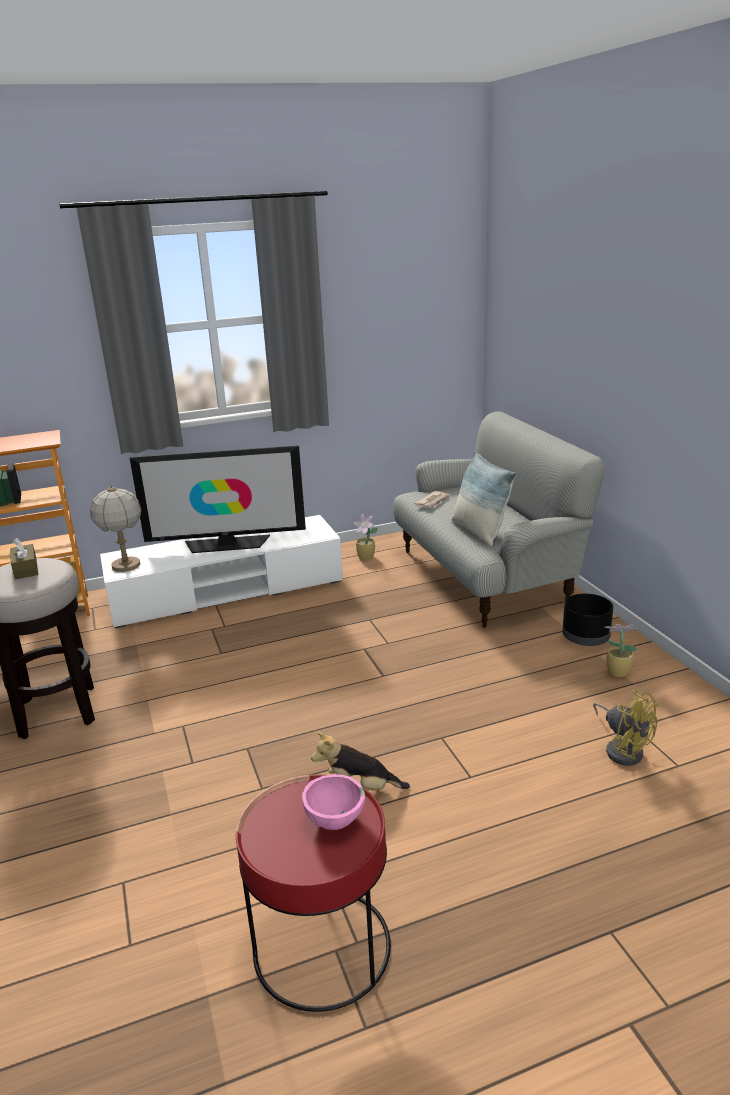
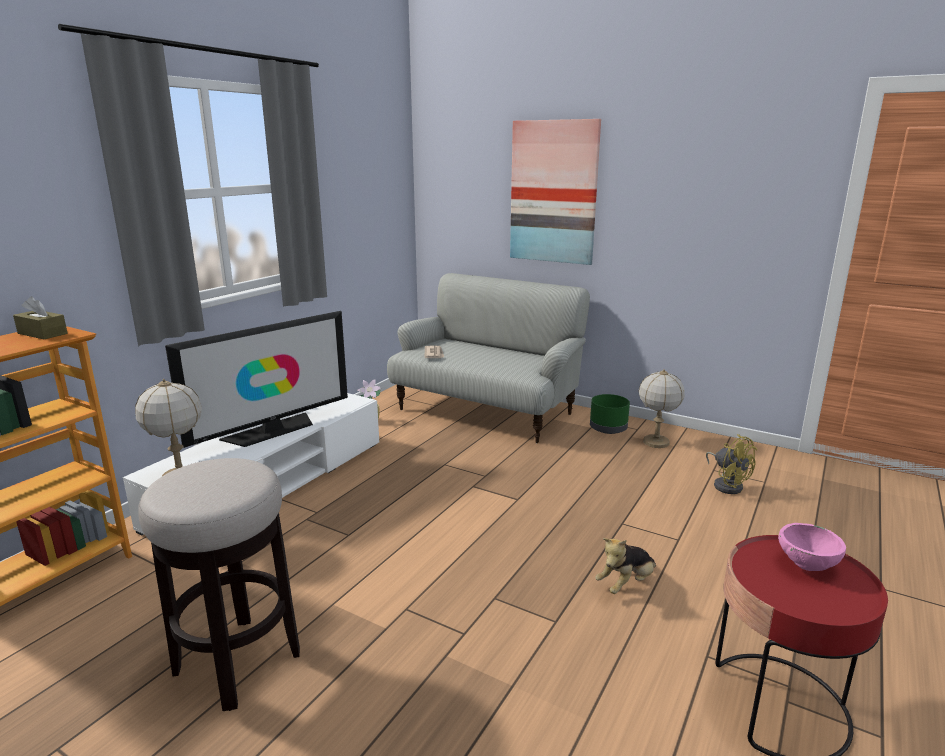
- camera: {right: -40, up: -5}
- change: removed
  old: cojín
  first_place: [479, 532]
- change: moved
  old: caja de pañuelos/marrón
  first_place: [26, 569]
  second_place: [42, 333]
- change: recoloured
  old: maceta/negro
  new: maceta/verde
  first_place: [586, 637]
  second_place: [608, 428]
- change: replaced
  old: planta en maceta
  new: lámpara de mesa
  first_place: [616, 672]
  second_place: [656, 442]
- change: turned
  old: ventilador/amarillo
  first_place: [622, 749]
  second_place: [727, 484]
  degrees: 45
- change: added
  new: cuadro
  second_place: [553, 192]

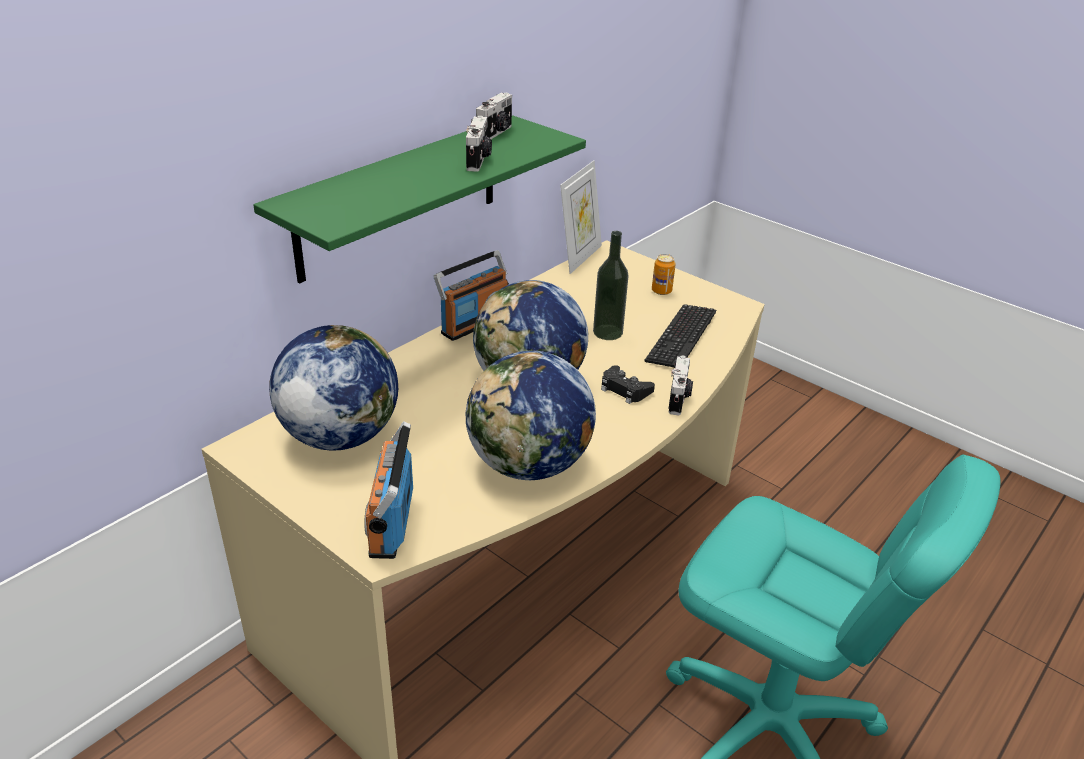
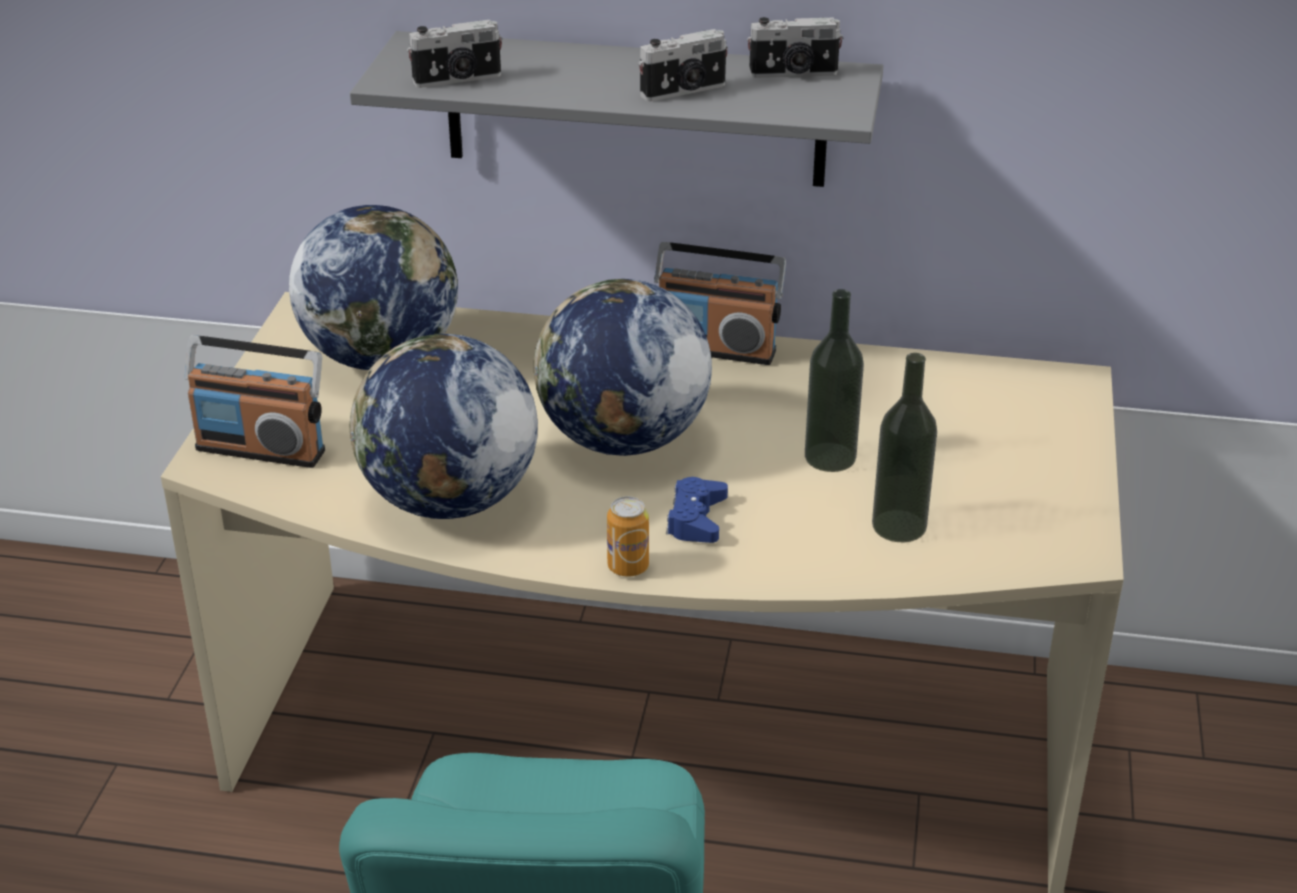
- camera: {right: 60, up: 0}
- change: recoloured
  old: estante/verde
  new: estante/gris
  first_place: [400, 197]
  second_place: [635, 109]
- change: removed
  old: portarretratos
  first_place: [579, 257]
- change: moved
  old: lata
  first_place: [661, 291]
  second_place: [628, 567]
- change: replaced
  old: teclado
  new: botella
  first_place: [681, 338]
  second_place: [899, 526]
- change: moved
  old: cámara
  first_place: [679, 398]
  second_place: [458, 80]
- change: recoloured
  old: mando de consola/negro
  new: mando de consola/azul
  first_place: [624, 389]
  second_place: [696, 519]
- change: turned
  old: radio
  first_place: [391, 523]
  second_place: [261, 449]
  degrees: -135

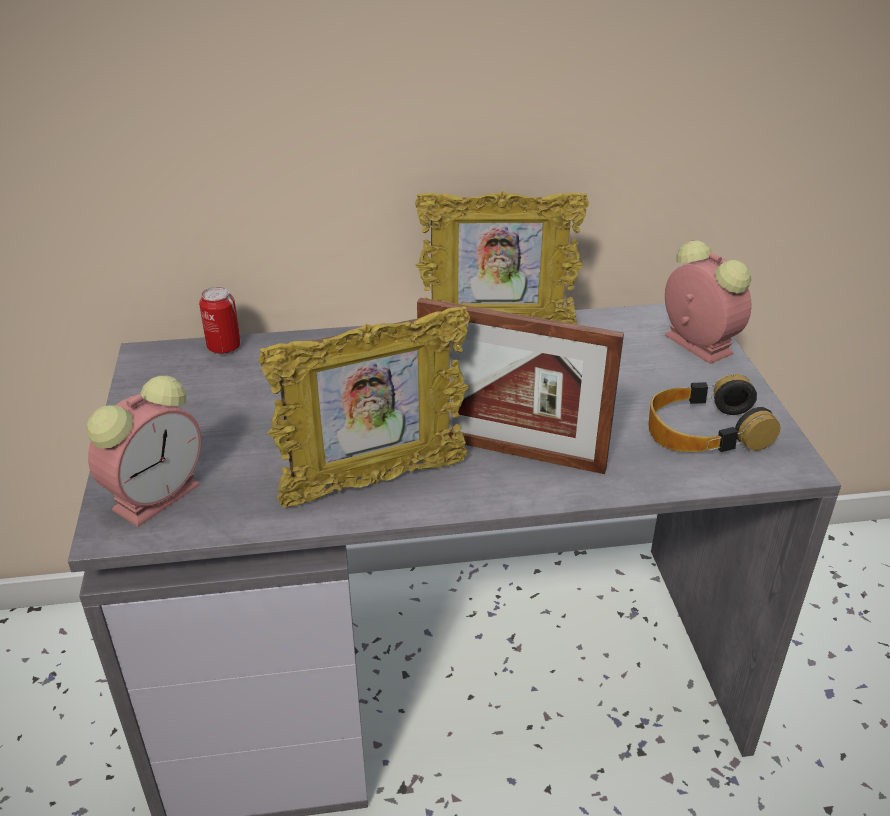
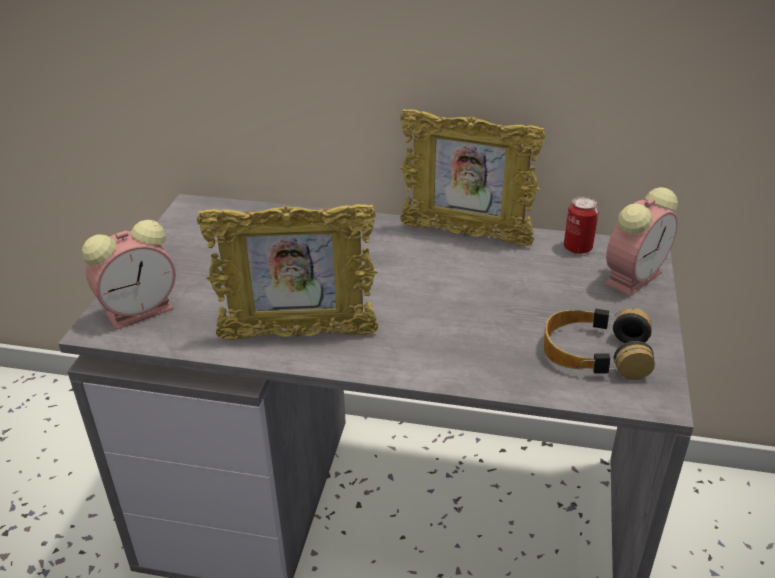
- camera: {right: 20, up: 0}
- change: turned
  old: despertador
  first_place: [695, 343]
  second_place: [634, 276]
  degrees: 60
- change: moved
  old: lata
  first_place: [224, 347]
  second_place: [577, 248]
- change: removed
  old: portarretratos
  first_place: [510, 451]

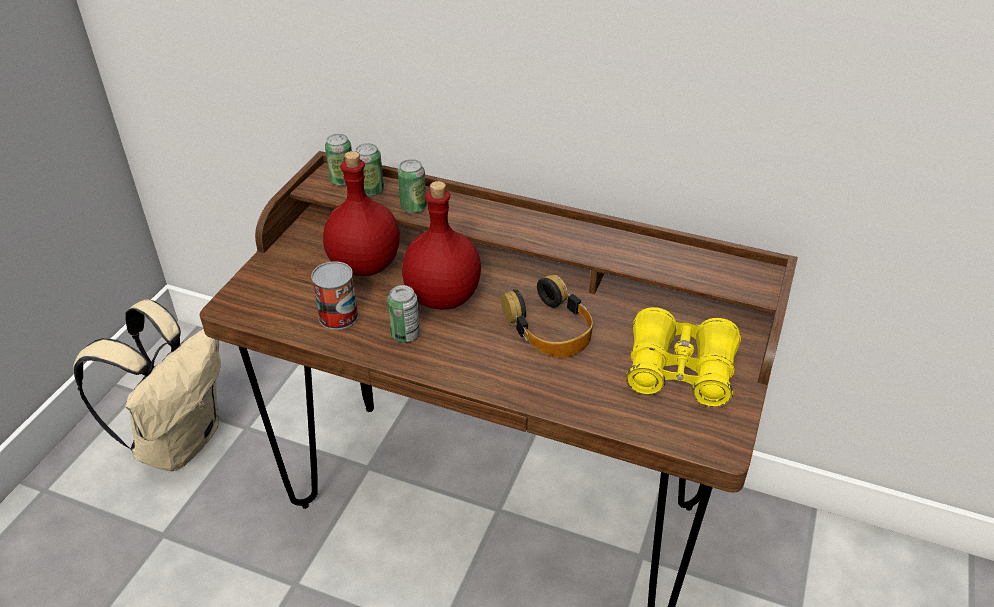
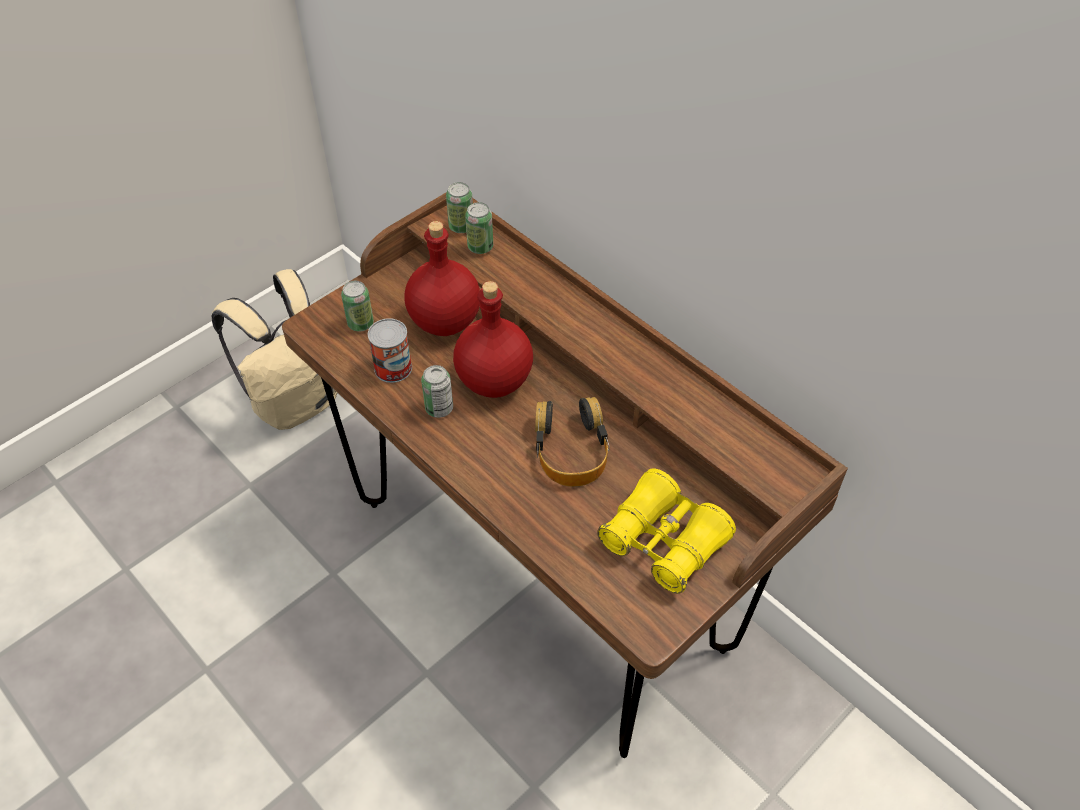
- camera: {right: 25, up: 10}
- change: moved
  old: lata
  first_place: [413, 207]
  second_place: [360, 323]

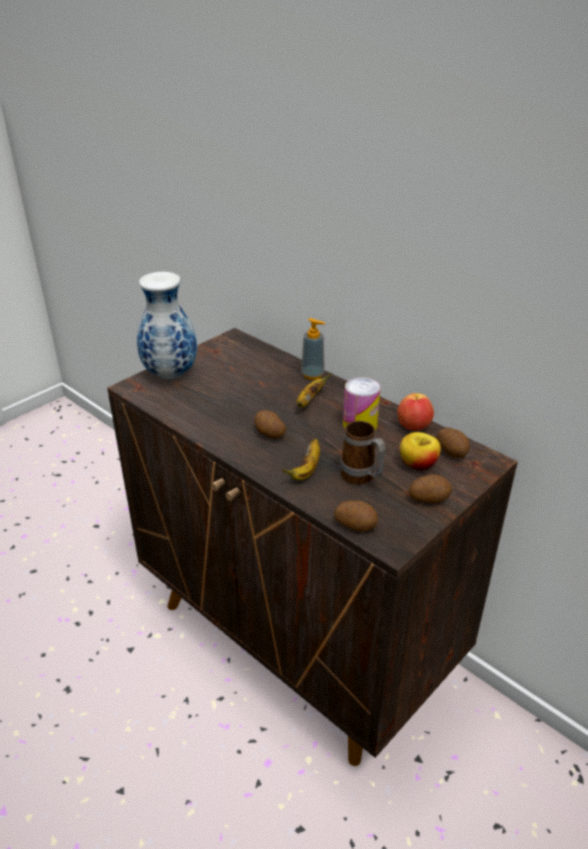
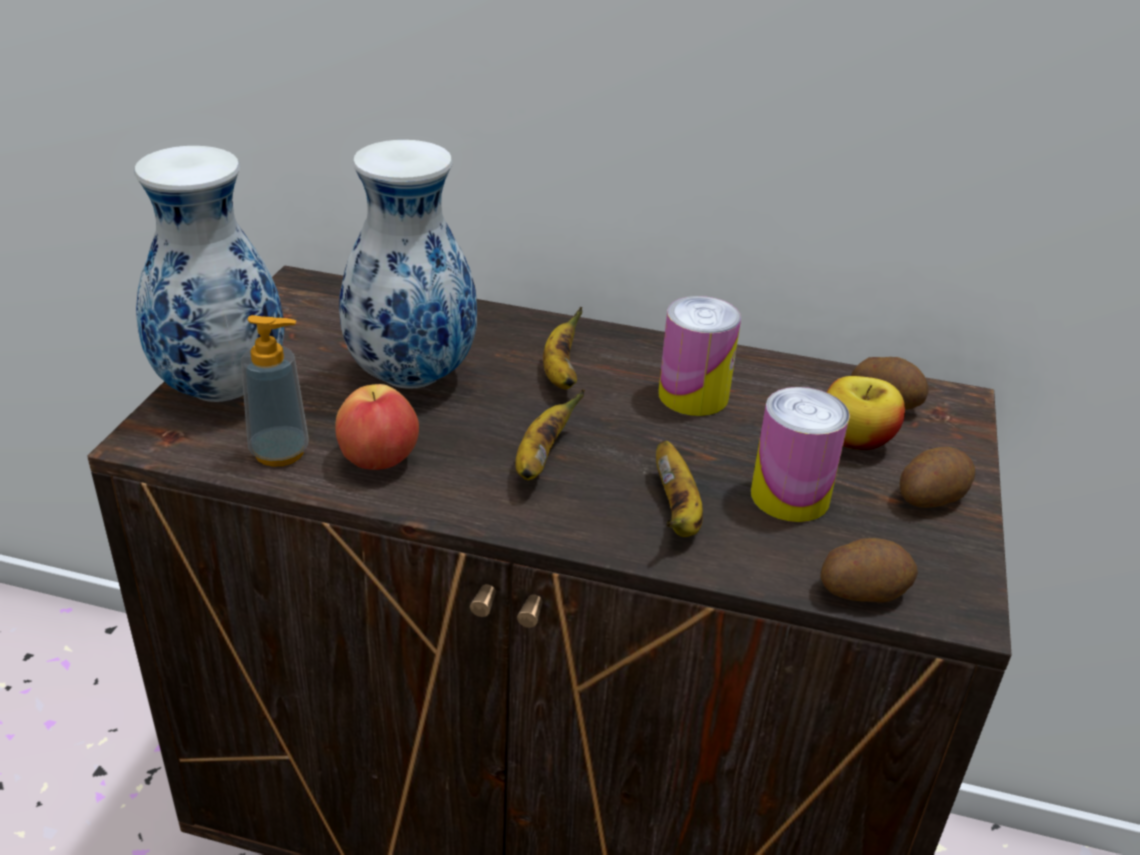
- camera: {right: -30, up: 0}
- change: moved
  old: dispensador de jabón
  first_place: [312, 375]
  second_place: [280, 452]
- change: moved
  old: manzana
  first_place: [413, 426]
  second_place: [379, 460]
- change: replaced
  old: patata
  new: plátano
  first_place: [269, 433]
  second_place: [540, 459]
- change: replaced
  old: taza grande
  new: lata
  first_place: [362, 478]
  second_place: [790, 496]
- change: added
  new: florero
  second_place: [412, 378]

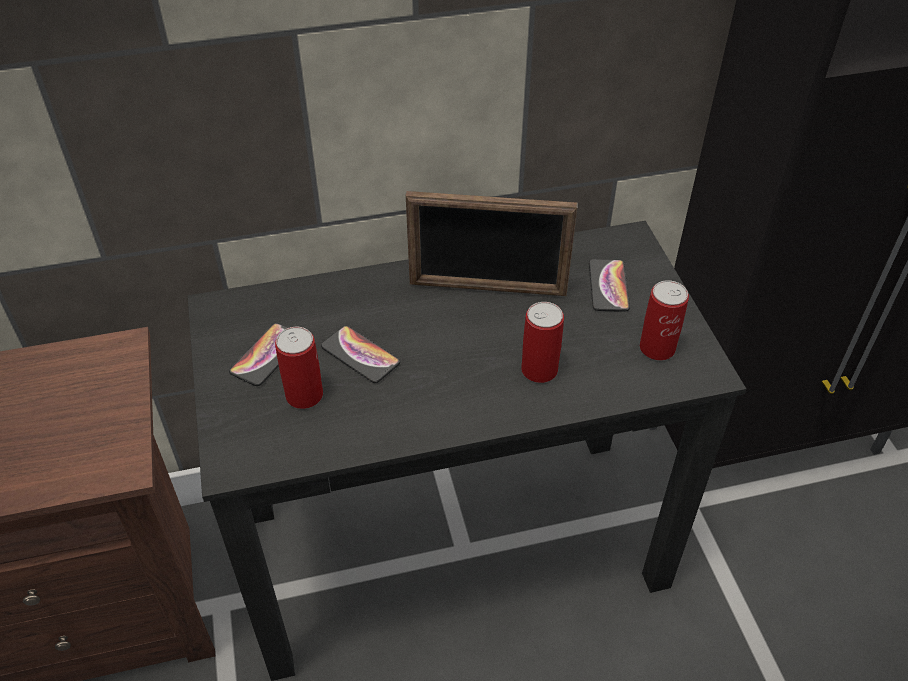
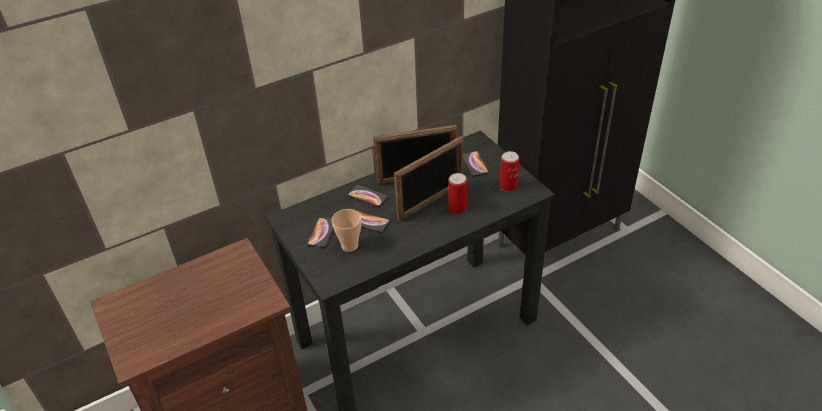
- camera: {right: -15, up: -5}
- change: replaced
  old: lata
  new: taza
  first_place: [304, 395]
  second_place: [349, 246]
- change: added
  new: portarretratos
  second_place: [431, 202]
- change: added
  new: móvil
  second_place: [368, 196]

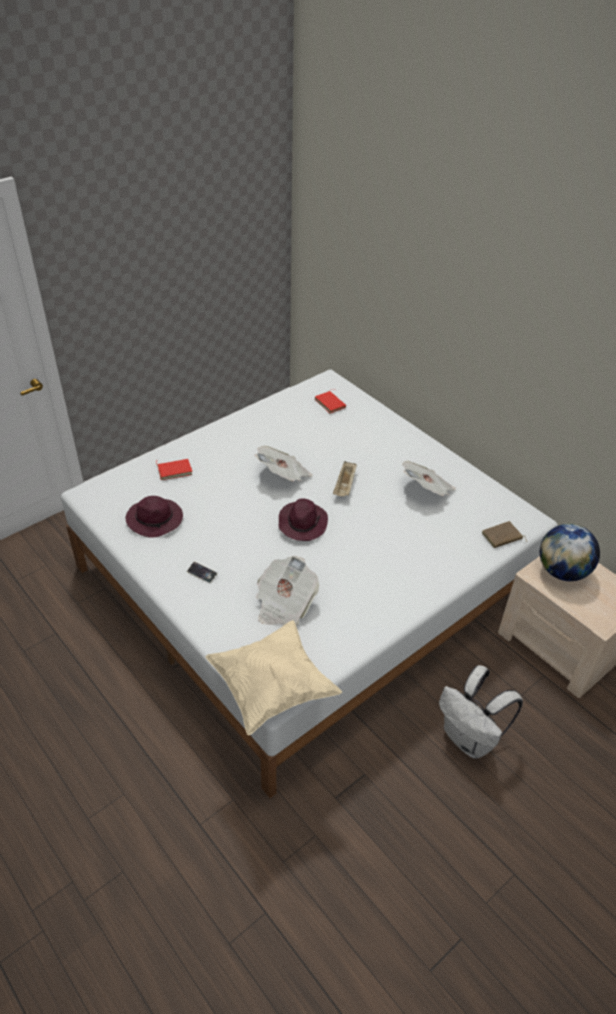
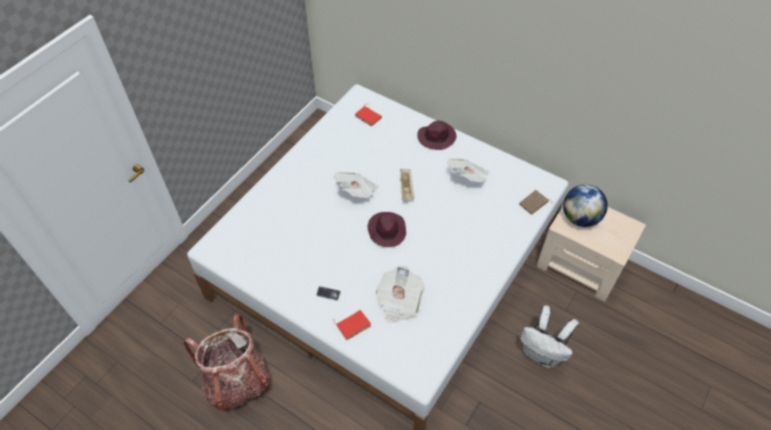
- camera: {right: -15, up: 10}
- change: moved
  old: libro/rojo
  first_place: [174, 470]
  second_place: [353, 324]
- change: moved
  old: sombrero/morado
  first_place: [156, 520]
  second_place: [437, 137]
- change: removed
  old: cojín/beis
  first_place: [272, 688]
- change: added
  new: mochila
  second_place: [237, 382]

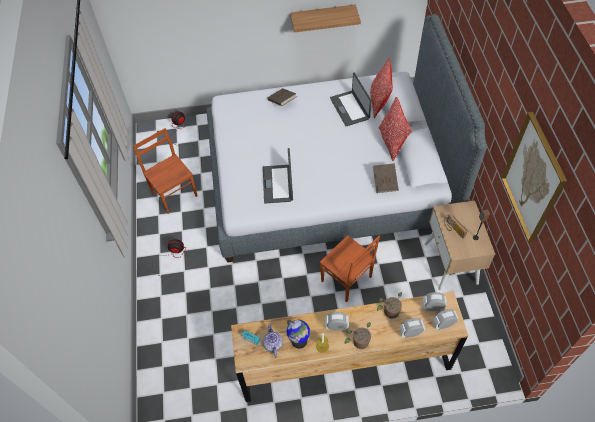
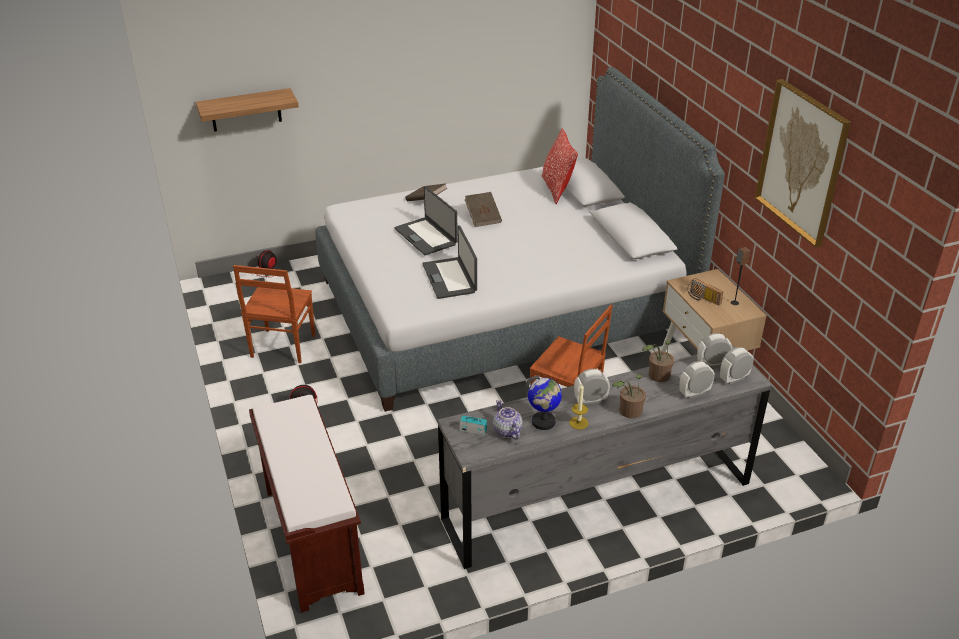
- camera: {right: -15, up: -20}
- change: moved
  old: estante
  first_place: [322, 18]
  second_place: [245, 110]
- change: moved
  old: portátil
  first_place: [350, 108]
  second_place: [426, 236]
- change: removed
  old: cojín
  first_place: [392, 142]
- change: turned
  old: silla/marrón
  first_place: [175, 194]
  second_place: [282, 347]
  degrees: -120
- change: moved
  old: libro/marrón
  first_place: [385, 182]
  second_place: [483, 217]
- change: recoloured
  old: cómoda/marrón
  new: cómoda/gris
  first_place: [345, 364]
  second_place: [597, 500]
- change: added
  new: banco/marrón
  second_place: [311, 538]

